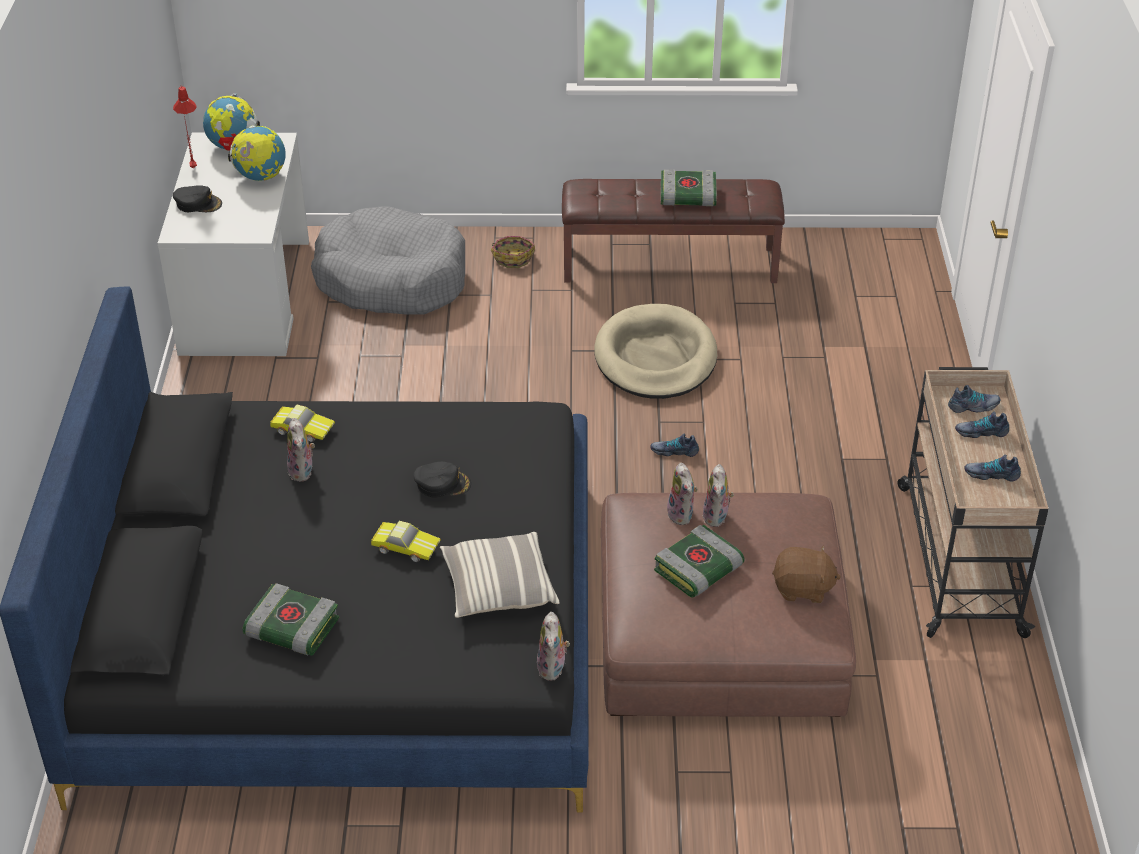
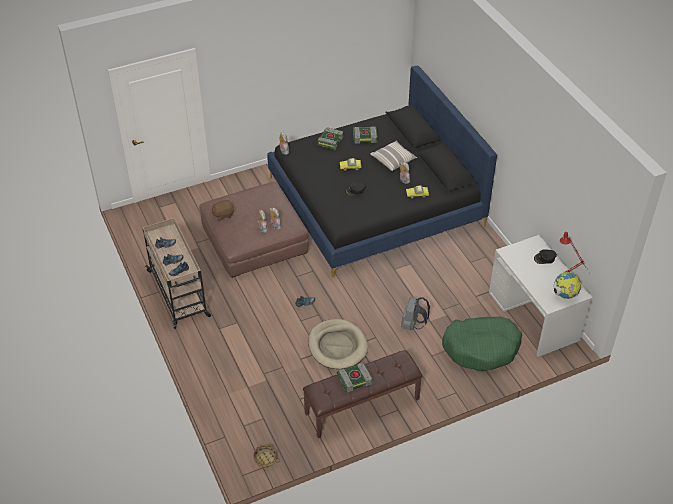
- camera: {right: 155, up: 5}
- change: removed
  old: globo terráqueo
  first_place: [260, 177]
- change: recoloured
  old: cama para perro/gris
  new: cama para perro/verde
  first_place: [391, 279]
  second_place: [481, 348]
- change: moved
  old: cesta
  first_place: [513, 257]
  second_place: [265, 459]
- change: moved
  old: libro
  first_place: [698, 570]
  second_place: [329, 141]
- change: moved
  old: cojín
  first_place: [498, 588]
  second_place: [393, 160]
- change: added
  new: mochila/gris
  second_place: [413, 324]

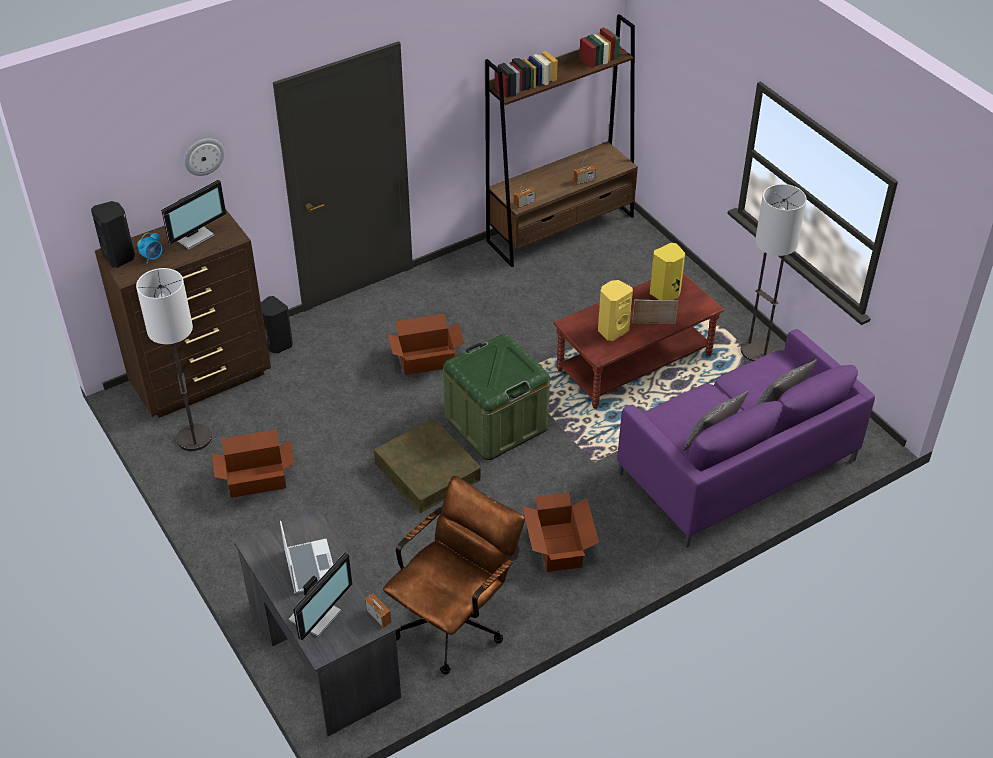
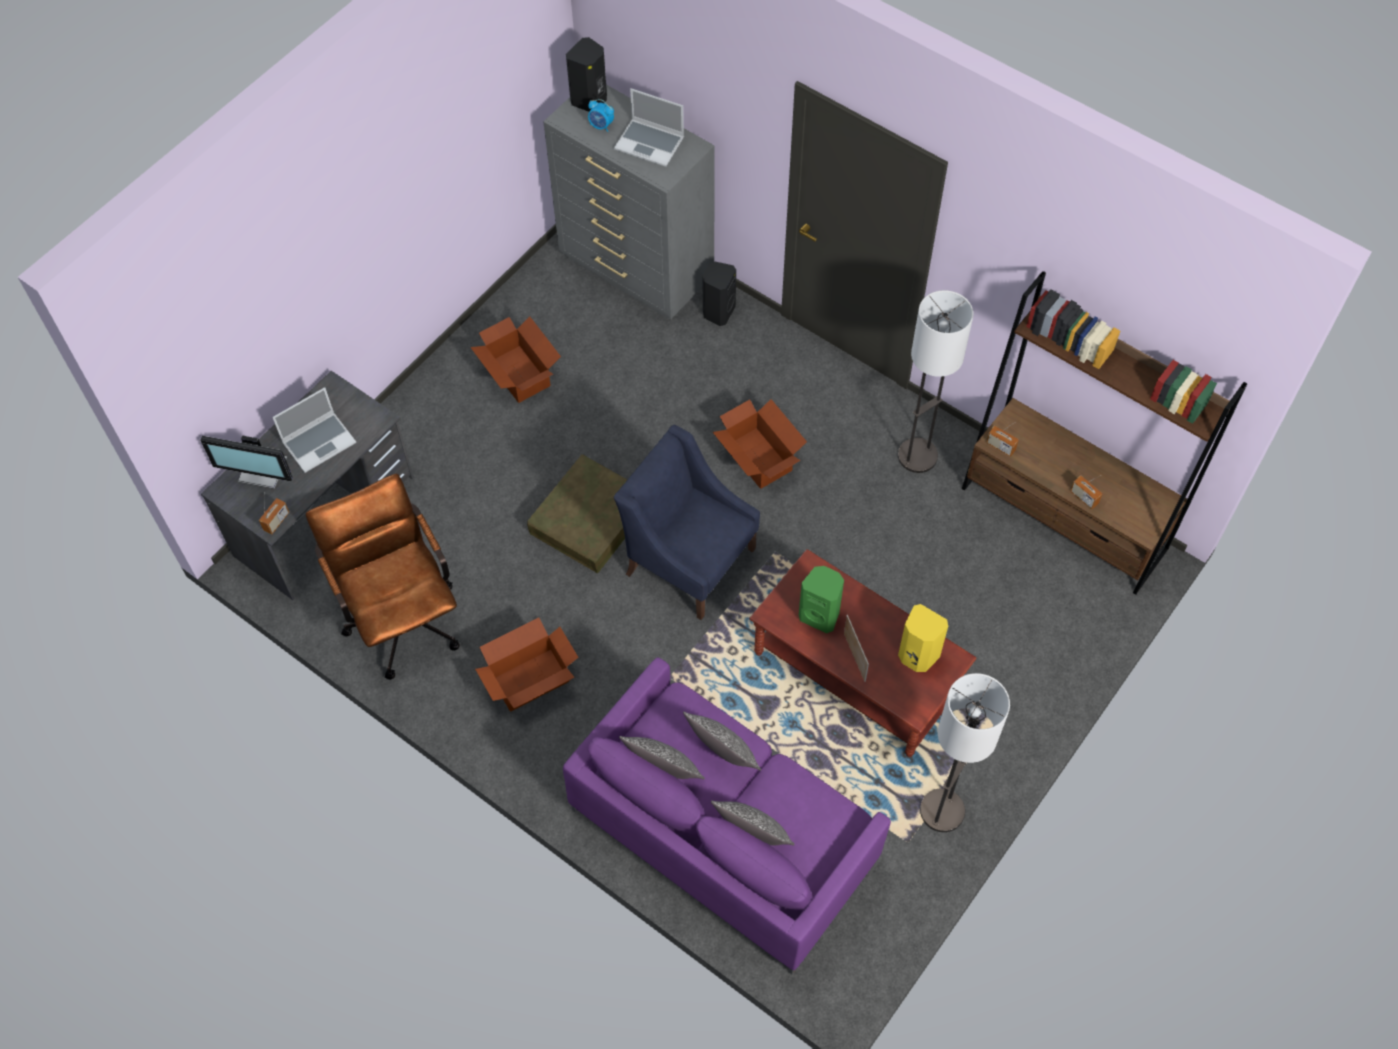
- camera: {right: 70, up: 15}
- change: removed
  old: reloj de pared
  first_place: [203, 156]
- change: replaced
  old: monitor
  new: portátil
  first_place: [193, 236]
  second_place: [650, 143]
- change: recoloured
  old: cómoda/marrón
  new: cómoda/gris
  first_place: [202, 380]
  second_place: [636, 271]
- change: moved
  old: lámpara de pie
  first_place: [194, 438]
  second_place: [917, 456]
- change: recoloured
  old: altavoz/amarillo
  new: altavoz/verde
  first_place: [612, 330]
  second_place: [820, 615]
- change: replaced
  old: caja de almacenaje/verde
  new: sillón/azul
  first_place: [496, 423]
  second_place: [689, 560]
- change: turned
  old: silla de oficina/marrón
  first_place: [456, 619]
  second_place: [401, 615]
  degrees: -135
- change: added
  new: cojín
  second_place: [722, 754]

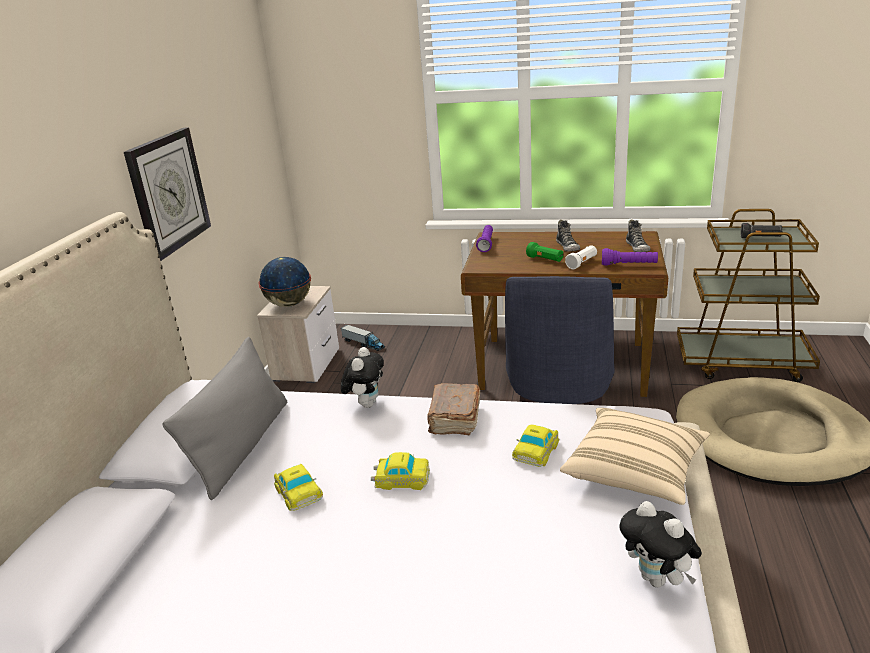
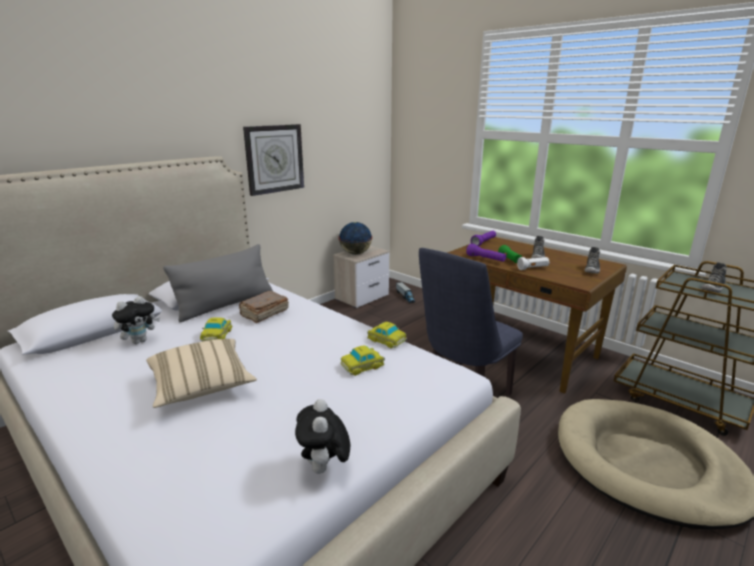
- camera: {right: 30, up: -5}
- change: replaced
  old: linterna/negro
  new: zapato
  first_place: [760, 238]
  second_place: [713, 288]
- change: moved
  old: linterna/morado
  first_place: [629, 265]
  second_place: [485, 259]
- change: moved
  old: peluche
  first_place: [366, 403]
  second_place: [139, 341]
- change: moved
  old: libro/marrón
  first_place: [454, 419]
  second_place: [264, 314]
- change: moved
  old: cojín/beis
  first_place: [634, 472]
  second_place: [201, 386]
- change: moved
  old: coche de juguete
  first_place: [401, 479]
  second_place: [386, 340]

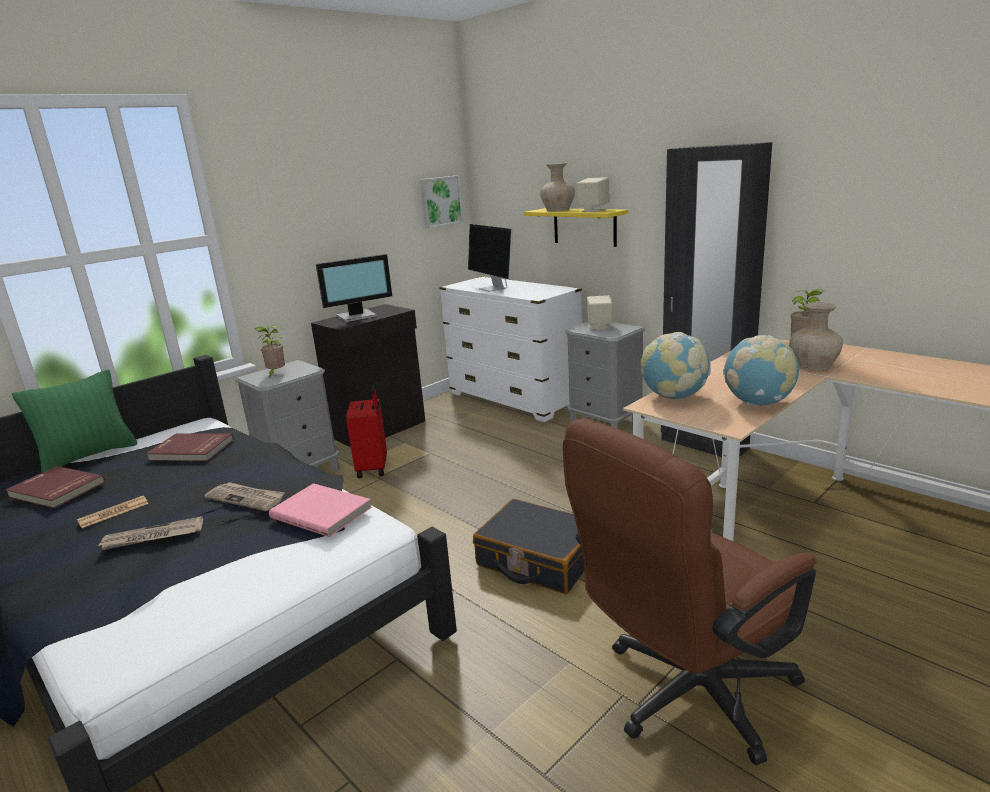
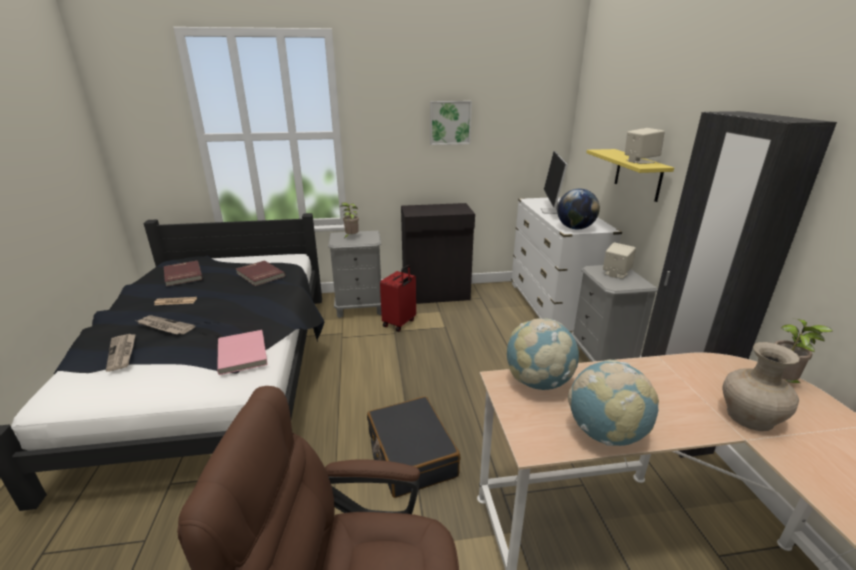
- camera: {right: 35, up: 5}
- change: removed
  old: florero/beis
  first_place: [558, 210]
- change: moved
  old: cuadro
  first_place: [440, 201]
  second_place: [450, 122]
- change: removed
  old: monitor
  first_place: [357, 316]
- change: removed
  old: cojín/verde
  first_place: [89, 456]
- change: moved
  old: periódico
  first_place: [246, 498]
  second_place: [122, 353]
- change: added
  new: globo terráqueo
  second_place: [575, 228]

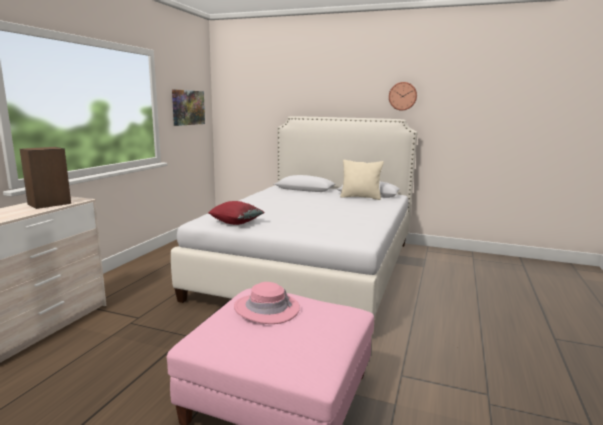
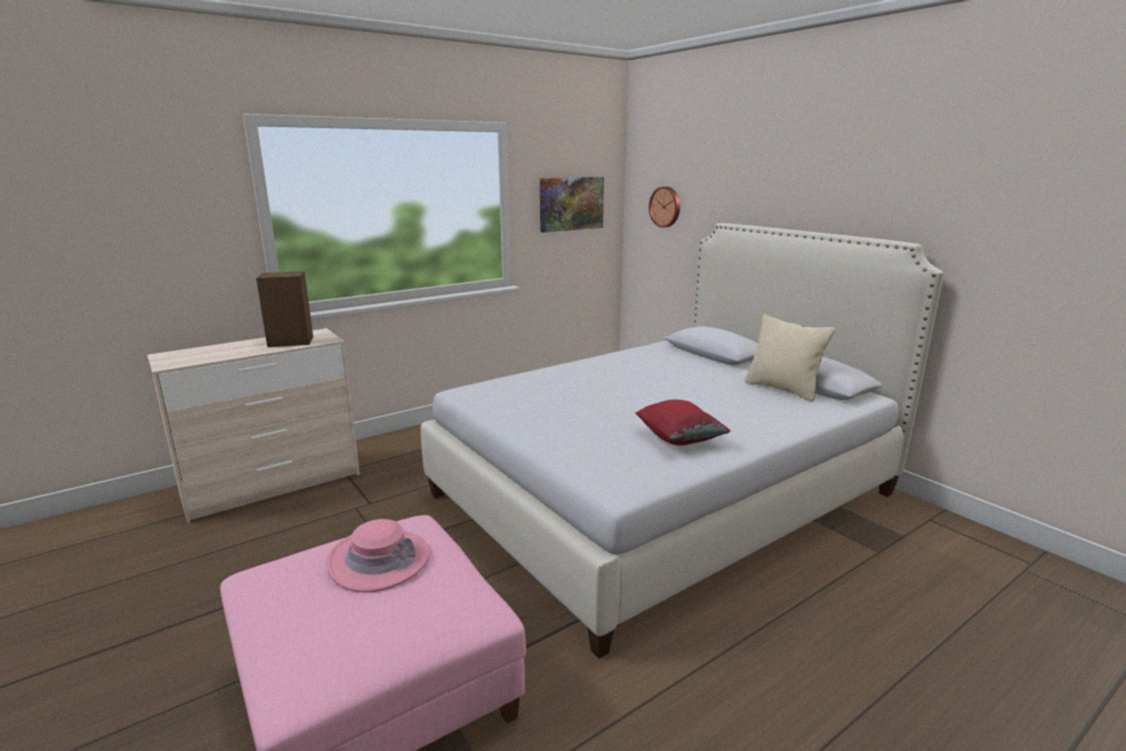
- camera: {right: 35, up: 5}
- change: moved
  old: reloj de pared
  first_place: [402, 96]
  second_place: [665, 207]
- change: moved
  old: cojín/rojo
  first_place: [236, 223]
  second_place: [679, 439]

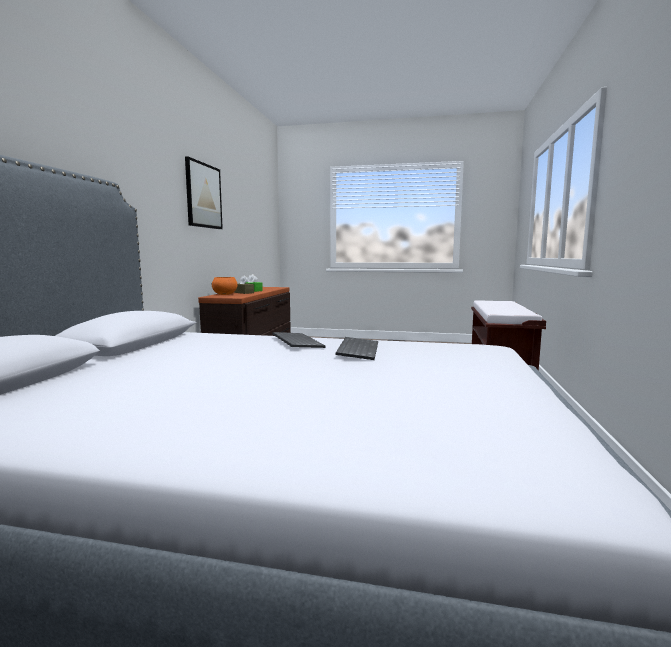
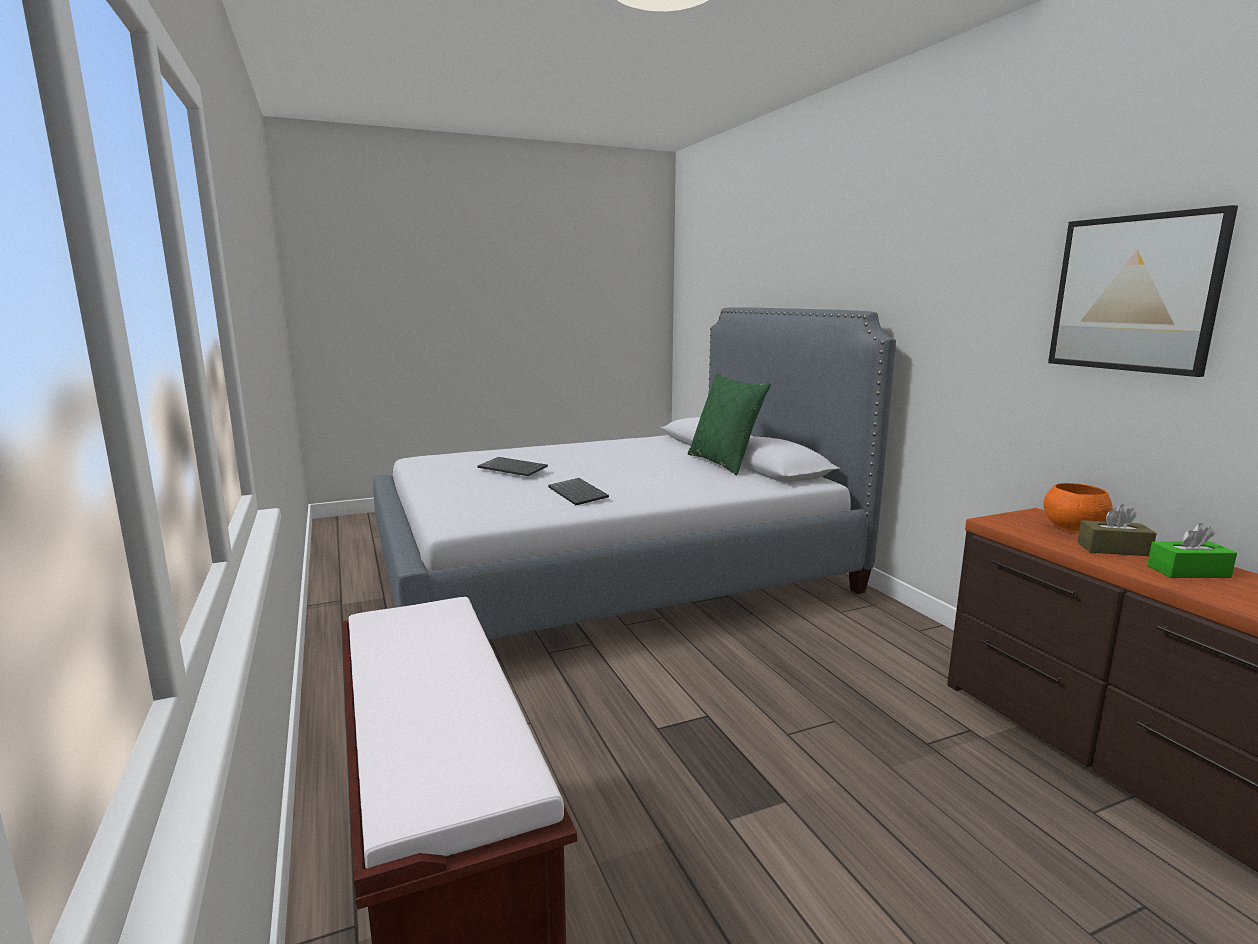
- camera: {right: 145, up: 5}
- change: moved
  old: teclado
  first_place: [295, 342]
  second_place: [514, 468]
- change: added
  new: cojín/verde
  second_place: [724, 463]

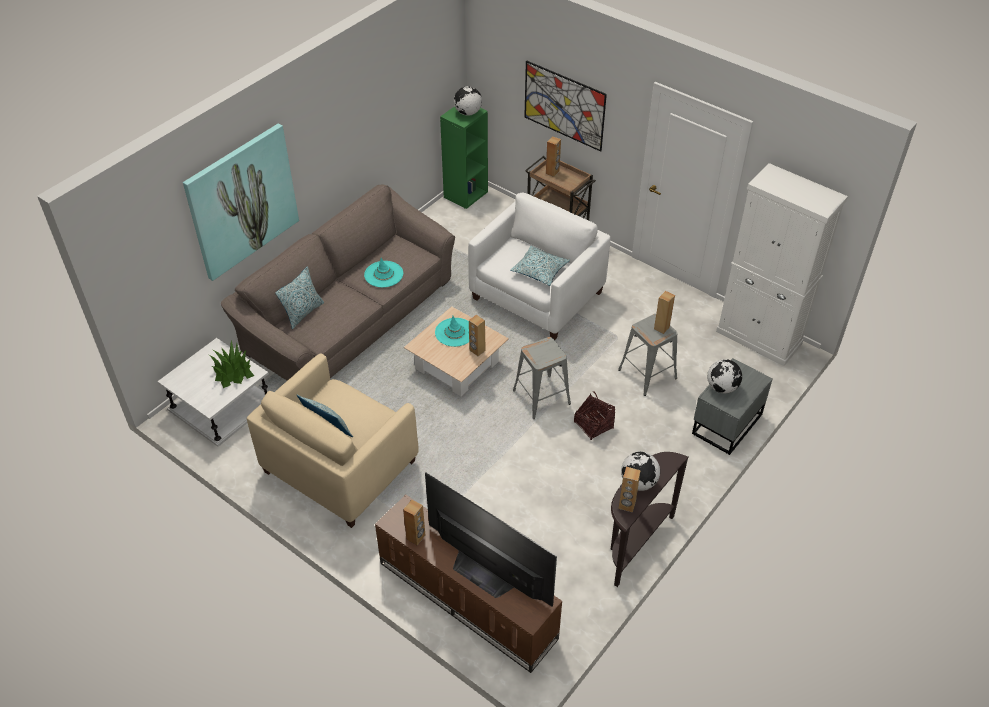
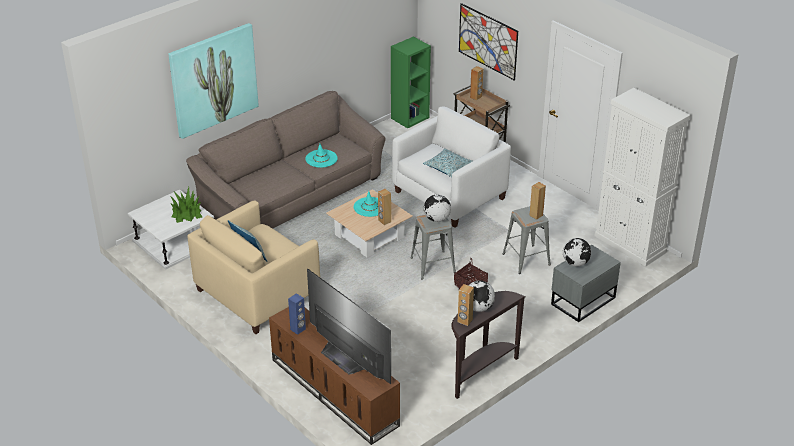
- camera: {right: 10, up: -10}
- change: moved
  old: globo terráqueo
  first_place: [468, 113]
  second_place: [436, 219]
- change: removed
  old: cojín
  first_place: [303, 313]
- change: recoloured
  old: altavoz/marrón
  new: altavoz/azul
  first_place: [416, 537]
  second_place: [298, 329]

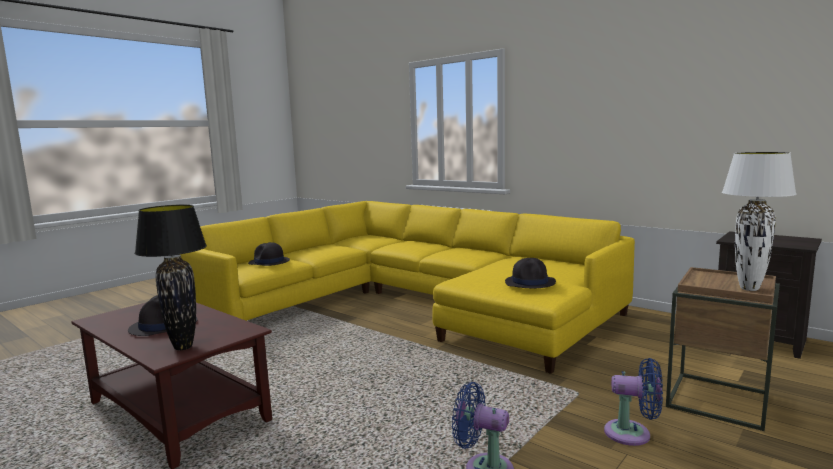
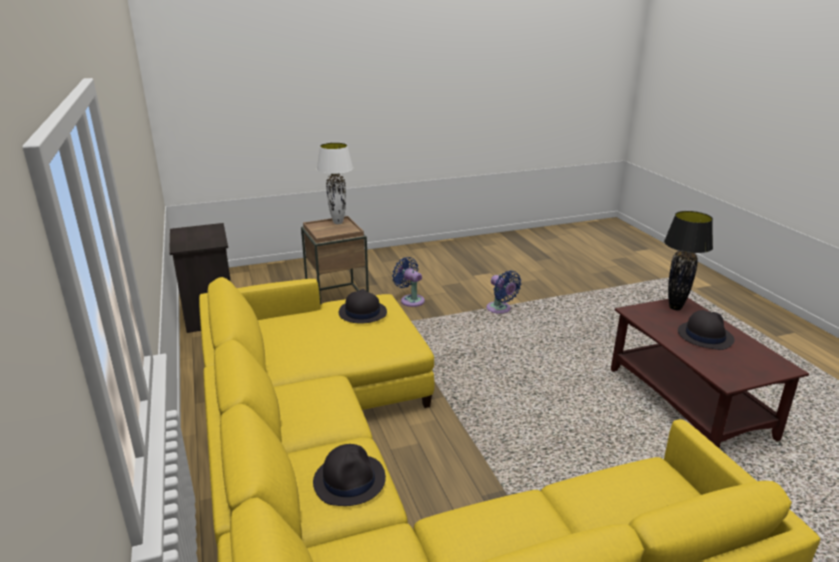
- camera: {right: -150, up: 15}
- change: moved
  old: sombrero/negro
  first_place: [269, 262]
  second_place: [349, 480]

